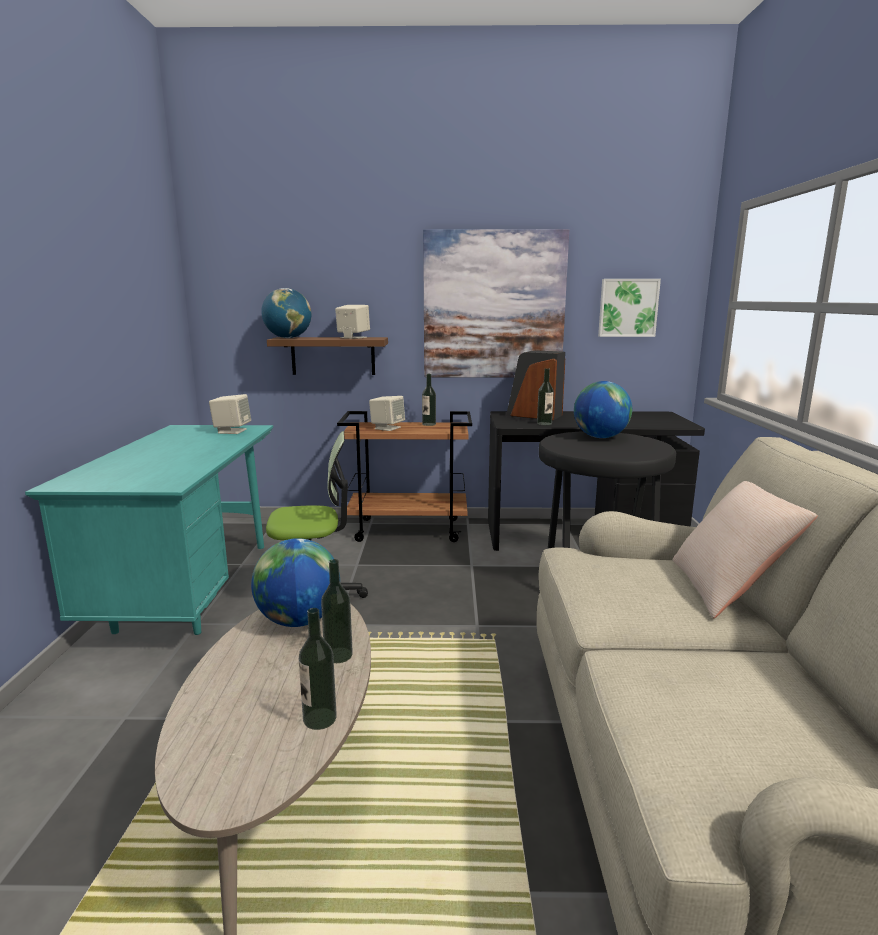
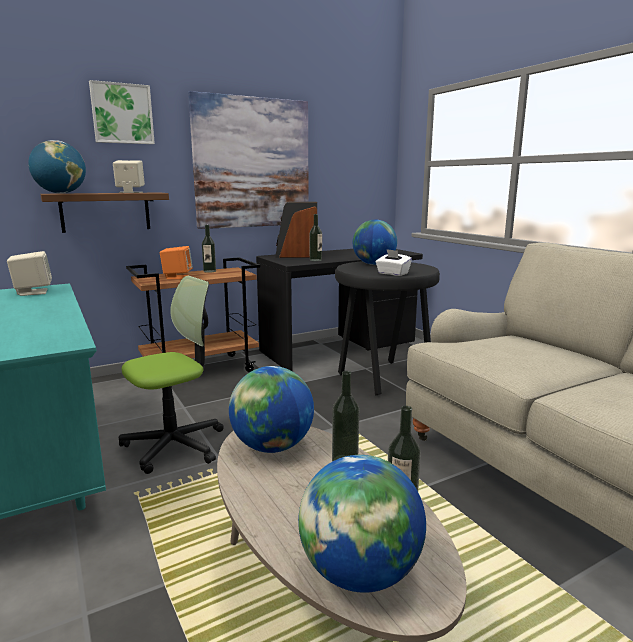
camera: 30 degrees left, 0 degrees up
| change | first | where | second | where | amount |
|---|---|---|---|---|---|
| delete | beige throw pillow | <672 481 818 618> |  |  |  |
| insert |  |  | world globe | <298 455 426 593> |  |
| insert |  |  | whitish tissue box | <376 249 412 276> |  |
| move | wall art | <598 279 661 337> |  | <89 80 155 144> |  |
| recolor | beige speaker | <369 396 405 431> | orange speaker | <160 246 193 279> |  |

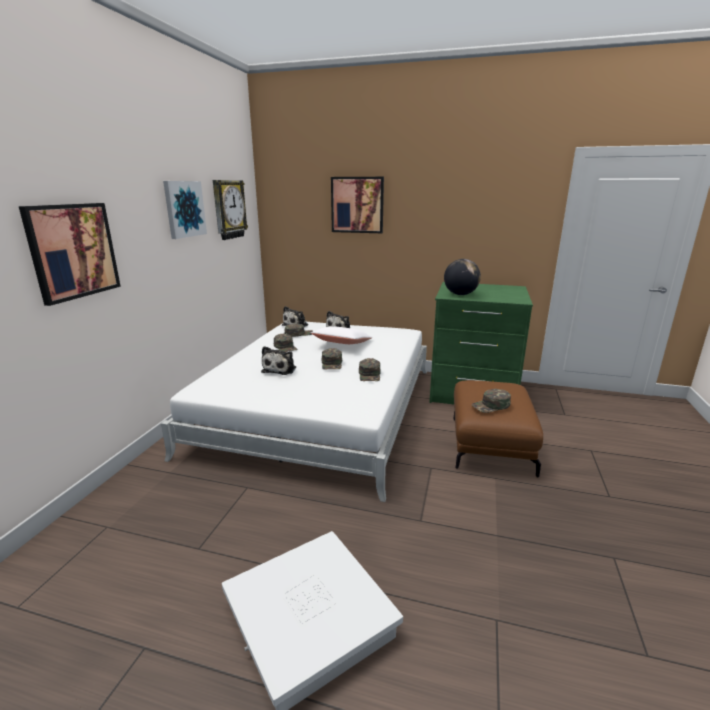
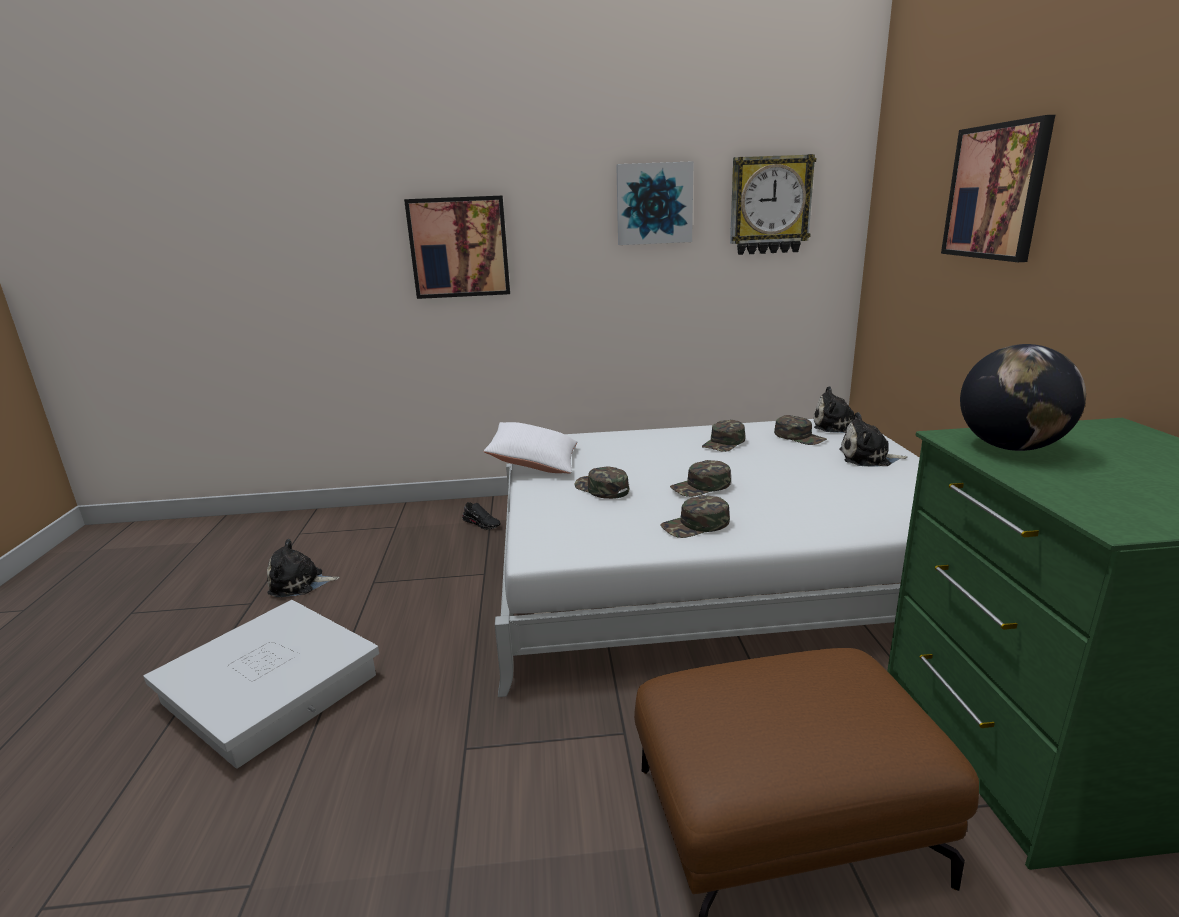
camera: 70 degrees right, 0 degrees up
| change | first | where | second | where | amount |
|---|---|---|---|---|---|
| insert |  |  | blackish low shoe | <462 502 500 530> |  |
| move | soft toy | <261 346 296 375> |  | <267 539 339 597> |  |
| move | whitish throw pillow | <311 327 372 344> |  | <484 422 577 473> |  |
| move | greenish cap | <471 389 511 413> |  | <574 466 629 499> |  |

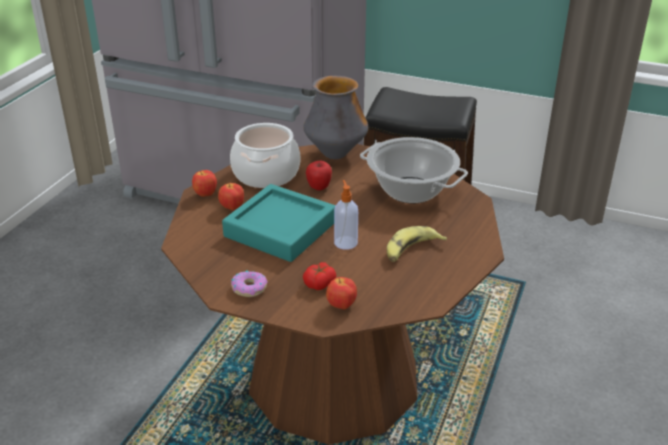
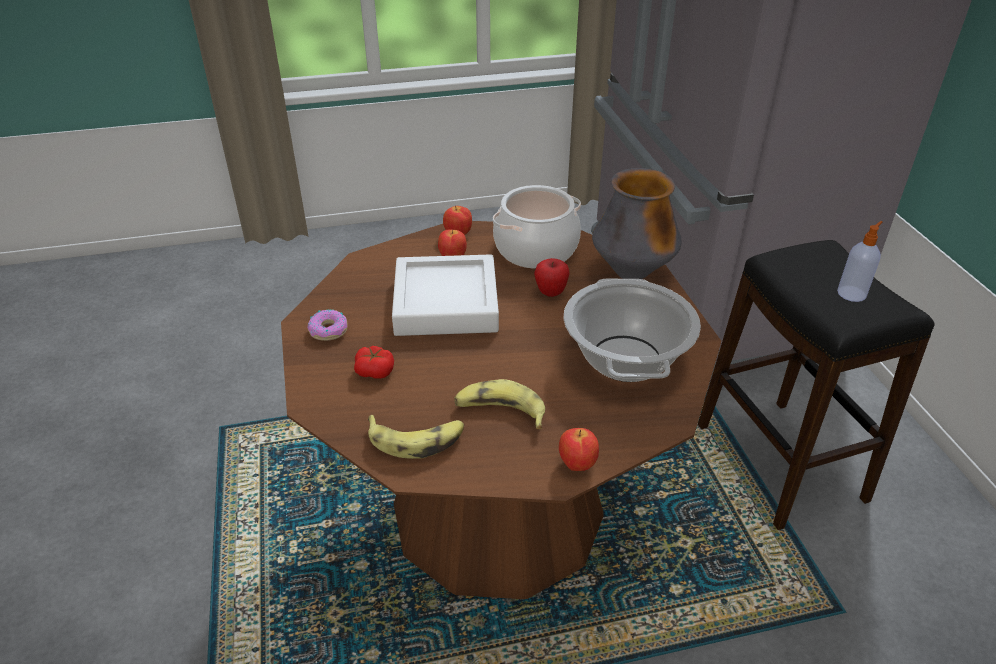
camera: 55 degrees right, 5 degrees up
| change | first | where | second | where | amount |
|---|---|---|---|---|---|
| insert |  |  | banana fruit | <368 415 464 459> |  |
| move | apple fruit | <326 277 357 310> |  | <559 428 599 471> |  |
| move | soap bottle | <334 180 358 250> |  | <837 221 883 302> |  |
| recolor | turquoise serving tray | <222 184 335 262> | whitish serving tray | <392 254 499 336> |  |

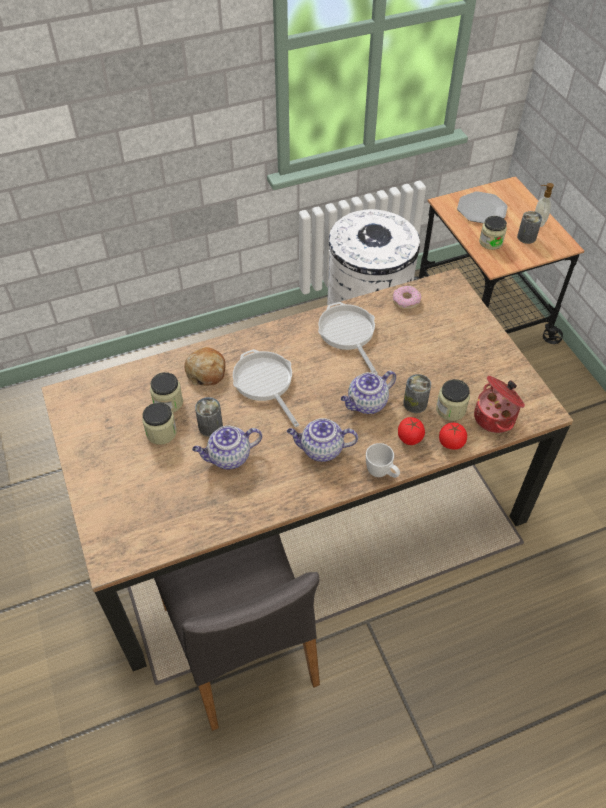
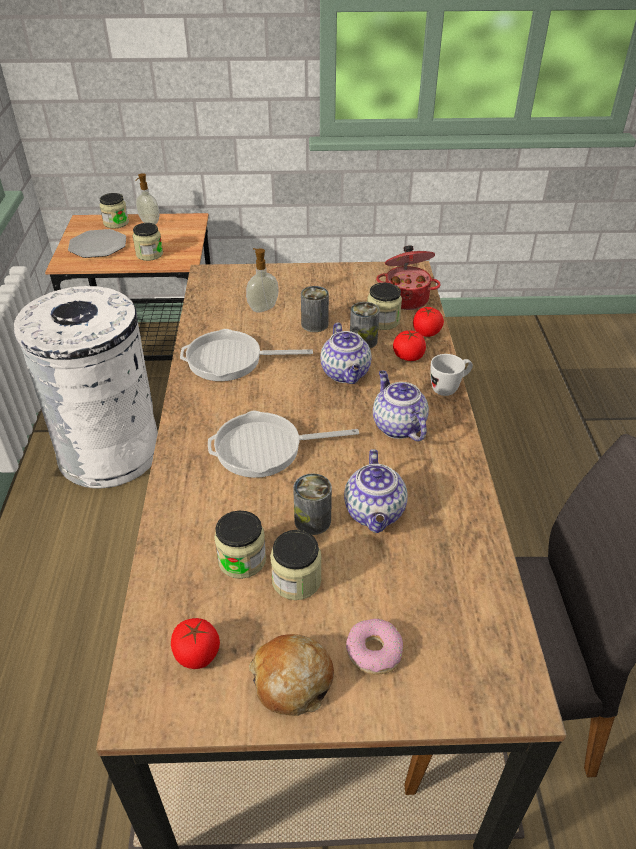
camera: 70 degrees left, 10 degrees down
| change | first | where | second | where | amount |
|---|---|---|---|---|---|
| insert |  |  | preserve jar | <100 193 129 229> |  |
| insert |  |  | fresh tomato | <171 618 220 669> |  |
| insert |  |  | soap bottle | <246 248 279 312> |  |
| move | bakery bread | <185 347 225 386> |  | <249 634 334 716> |  |
| move | doughnut | <393 286 422 310> |  | <346 619 403 675> |  |
| move | can | <517 211 542 244> |  | <301 286 329 332> |  |
| rotate | pot for tea | <287 418 358 462> |  | <373 371 429 442> | 135 degrees clockwise |

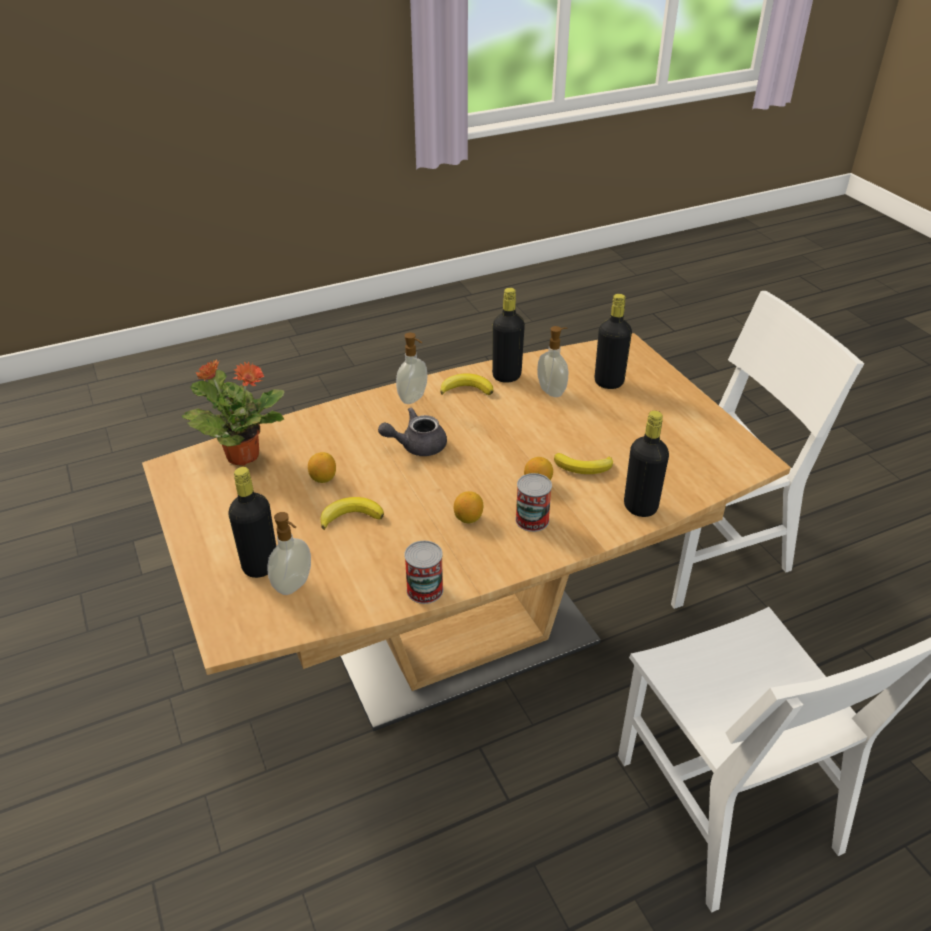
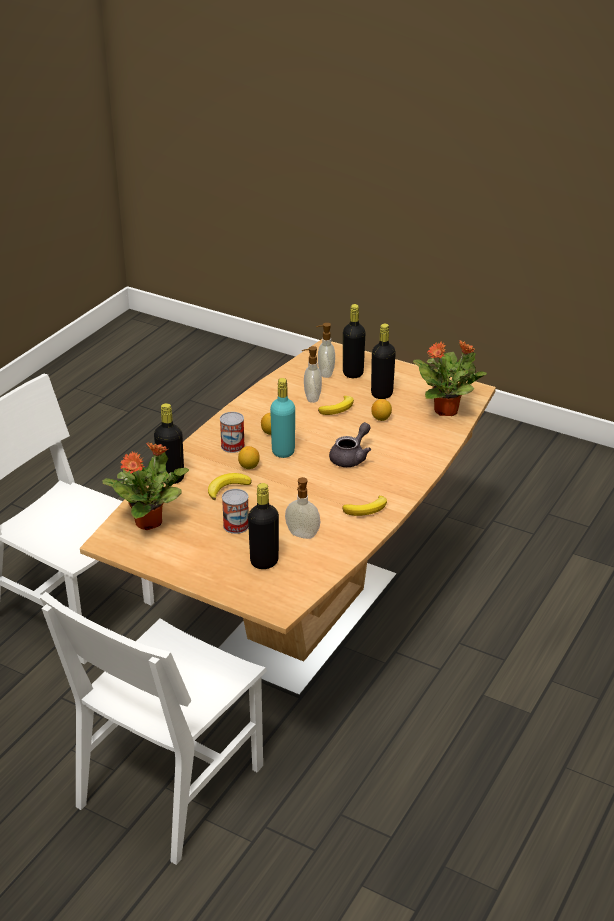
camera: 145 degrees right, 5 degrees down
| change | first | where | second | where | amount |
|---|---|---|---|---|---|
| insert |  |  | houseplant | <102 442 189 530> |  |
| insert |  |  | turquoise beverage bottle | <270 378 295 458> |  |
| move | soap bottle | <396 333 427 404> |  | <302 346 322 403> |  |
| move | can | <404 541 443 604> |  | <222 489 249 534> |  |
| move | blackish beverage bottle | <492 288 525 383> |  | <371 323 396 399> |  |

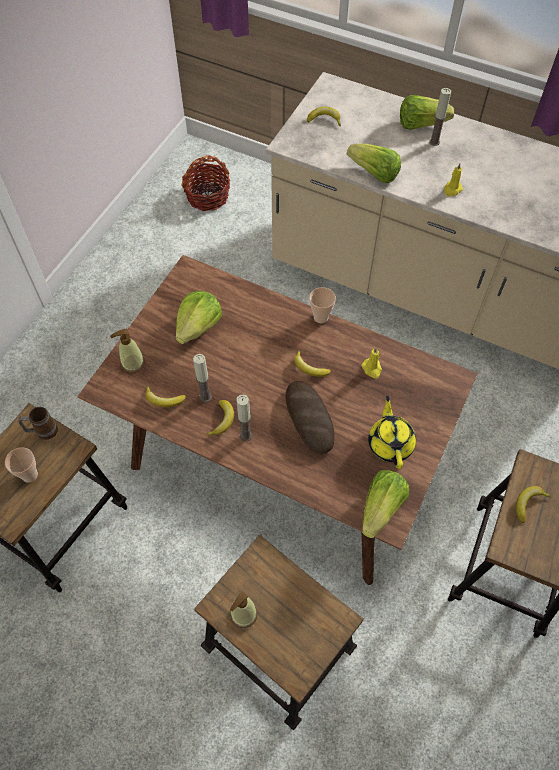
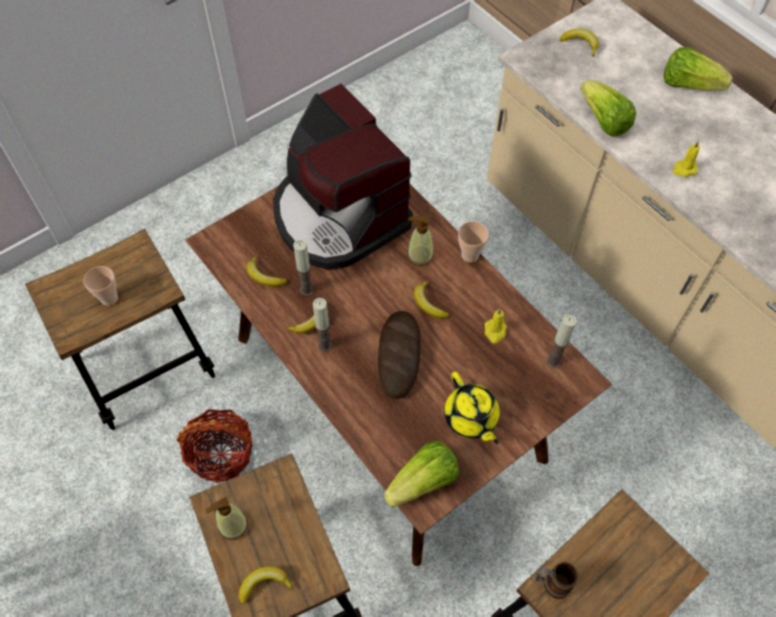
camera: 25 degrees right, 0 degrees up
| change | first | where | second | where | amount |
|---|---|---|---|---|---|
| move | mug | <18 407 58 440> |  | <535 562 578 599> |  |
| move | soap bottle | <110 329 145 373> |  | <407 216 434 266> |  |
| move | household basket | <181 155 230 211> |  | <176 409 253 483> |  |
| move | wax candle | <429 88 451 146> |  | <547 314 576 368> |  |
| move | banana fruit | <516 486 551 523> |  | <239 566 294 604> |  |
| replace | lettuce head | <176 291 222 344> | coffee maker | <273 84 413 270> |  |
| rotate | yellowish pot for tea | <368 396 416 469> |  | <444 372 500 444> | 135 degrees clockwise |

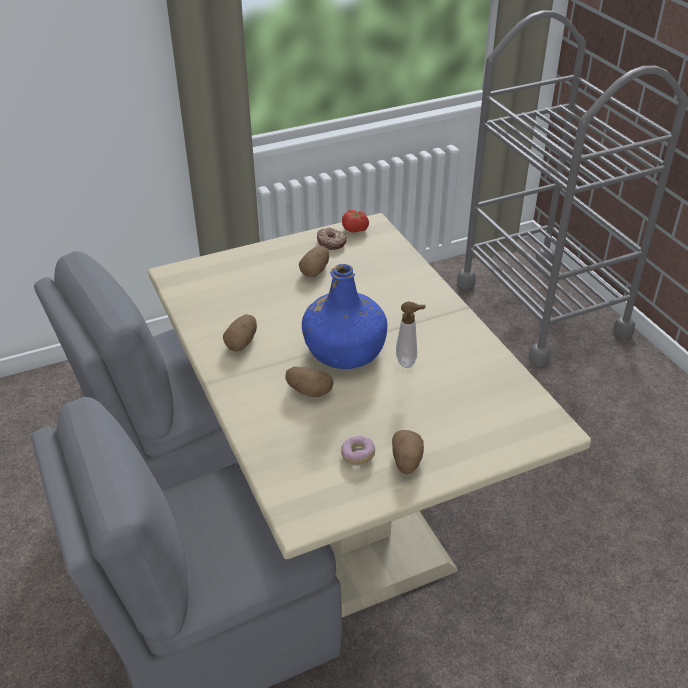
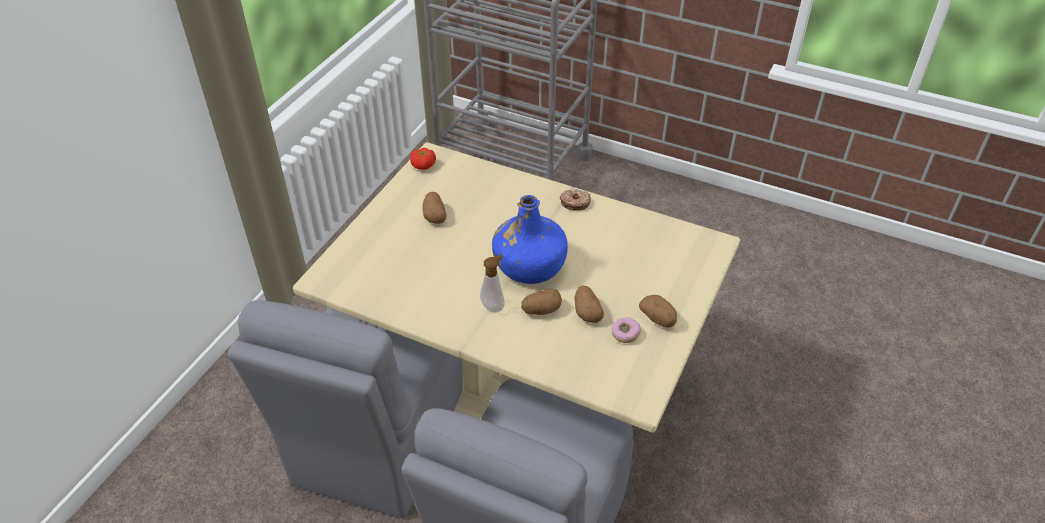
camera: 40 degrees left, 5 degrees up
| change | first | where | second | where | amount |
|---|---|---|---|---|---|
| move | potato | <223 314 257 352> |  | <574 285 604 323> |  |
| move | doughnut | <317 228 347 250> |  | <560 189 591 210> |  |
| move | soap bottle | <396 302 426 368> |  | <480 254 504 312> |  |

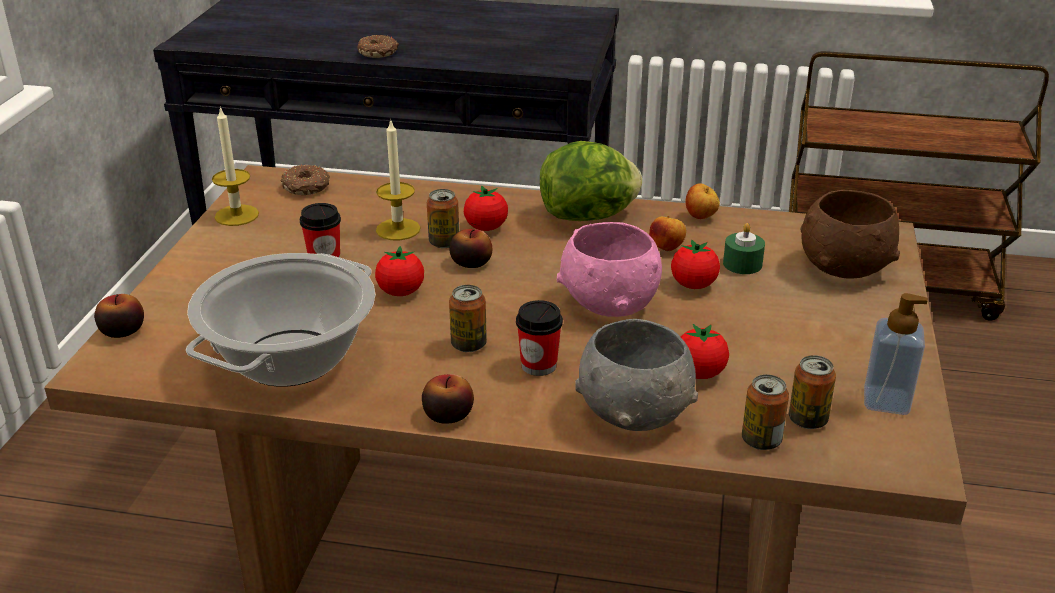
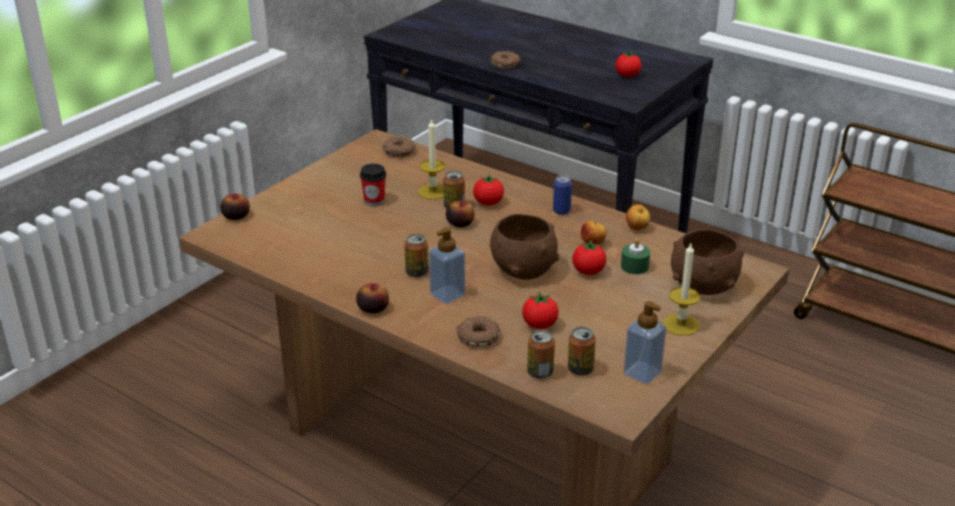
camera: 25 degrees right, 0 degrees up
| change | first | where | second | where | amount |
|---|---|---|---|---|---|
| delete | stockpot | <186 253 375 387> |  |  |  |
| move | wax candle | <212 106 259 226> |  | <663 243 701 336> |  |
| move | fresh tomato | <375 246 424 296> |  | <615 51 641 77> |  |
| replace | small cup | <516 300 563 376> | soap bottle | <429 227 465 304> |  |
| replace | lettuce head | <540 141 642 221> | can | <553 175 572 215> |  |
| replace | gray serving bowl | <575 319 698 431> | doughnut | <456 315 500 348> |  |
| recolor | pinkish serving bowl | <557 222 662 317> | brown-coloured serving bowl | <490 214 559 280> |  |

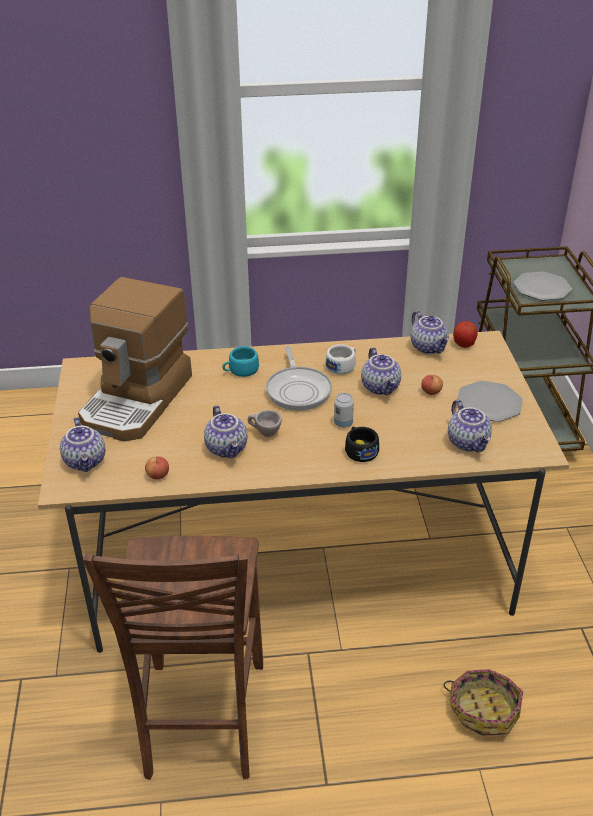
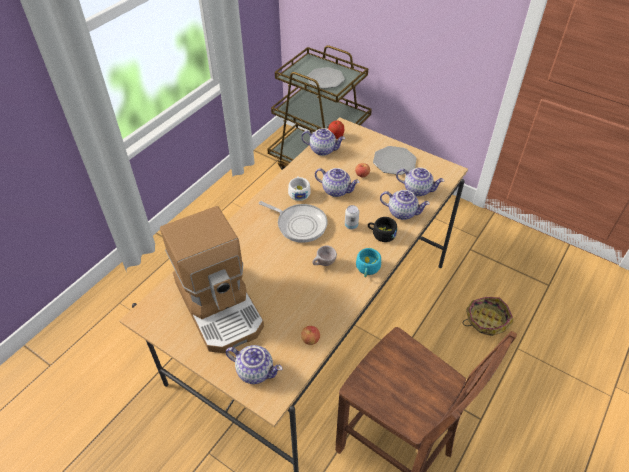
camera: 50 degrees left, 10 degrees up
| change | first | where | second | where | amount |
|---|---|---|---|---|---|
| move | pot for tea | <204 405 248 458> |  | <380 190 430 220> |  |
| move | turquoise small cup | <223 346 259 377> |  | <356 248 381 277> |  |

